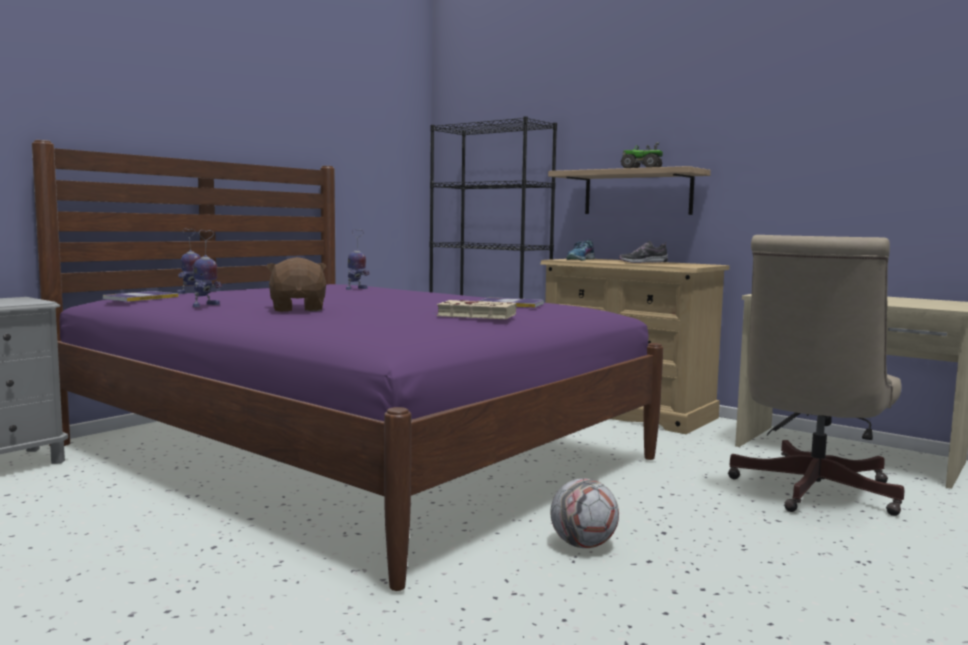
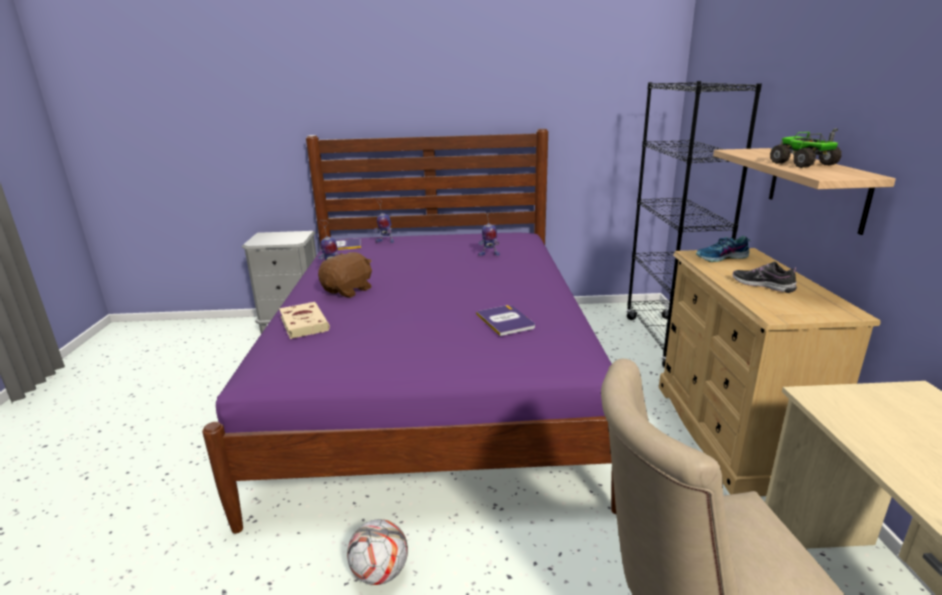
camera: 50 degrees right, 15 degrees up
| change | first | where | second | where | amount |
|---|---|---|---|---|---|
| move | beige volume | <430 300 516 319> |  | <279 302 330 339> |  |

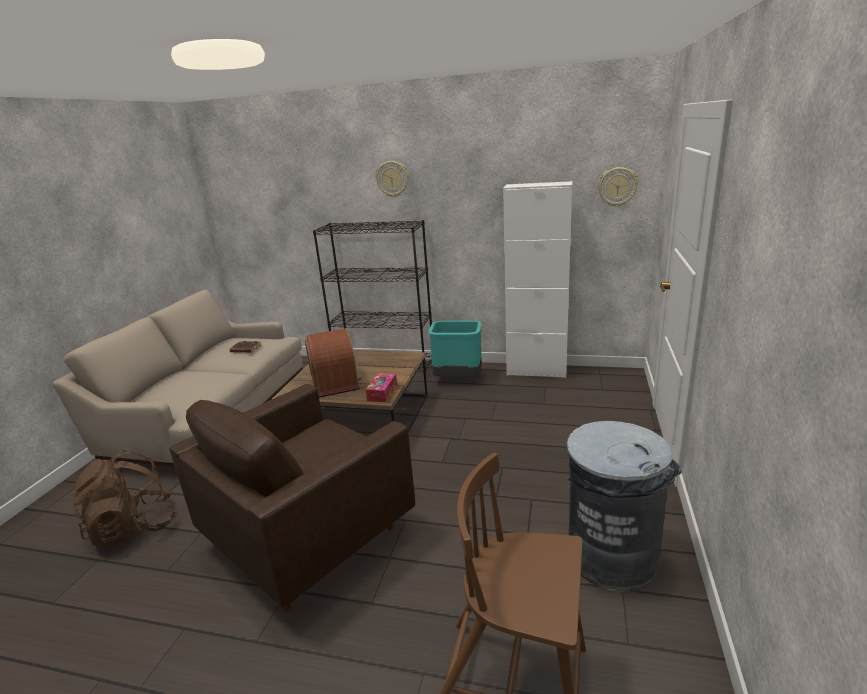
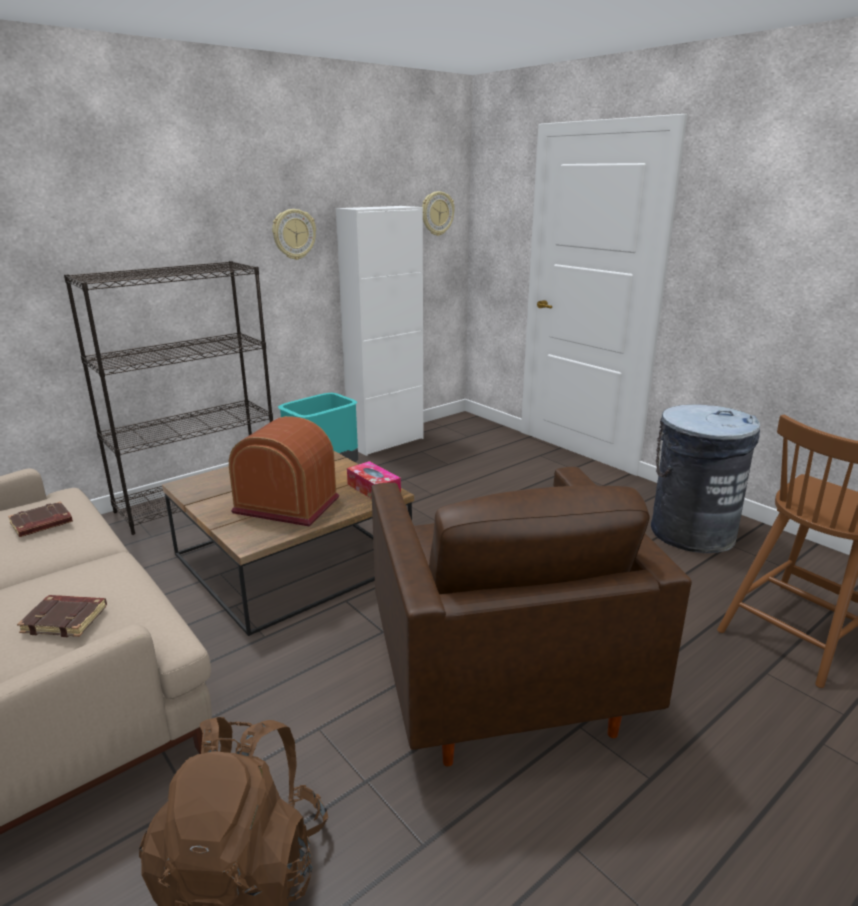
camera: 55 degrees left, 0 degrees up
| change | first | where | second | where | amount |
|---|---|---|---|---|---|
| insert |  |  | brown-coloured volume | <17 595 107 637> |  |
| move | clock on the wall | <375 161 409 197> |  | <272 209 316 260> |  |

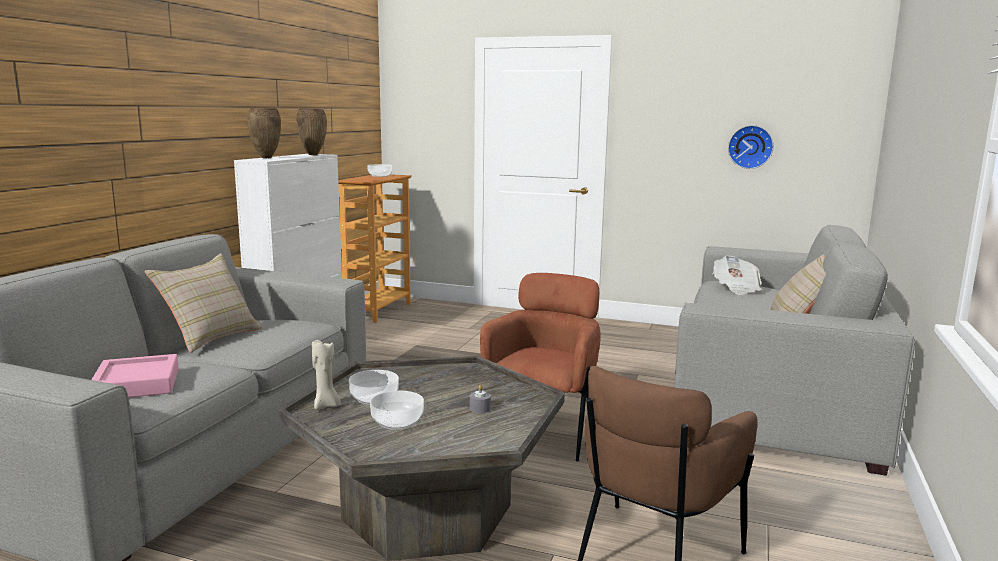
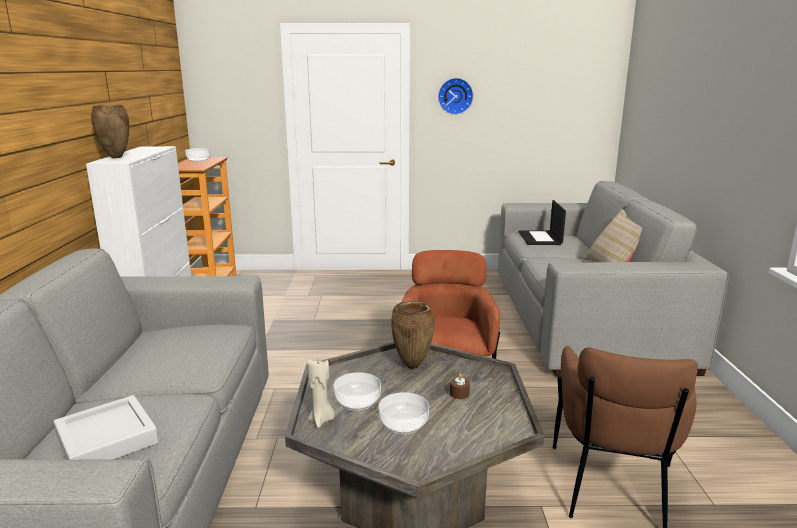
camera: 20 degrees left, 5 degrees up
| change | first | where | second | where | amount |
|---|---|---|---|---|---|
| delete | beige throw pillow | <144 253 263 353> |  |  |  |
| move | brown-coloured decorative vase | <296 108 327 155> |  | <391 301 434 369> |  |
| move | clock on the wall | <728 125 774 169> |  | <438 78 473 115> |  |
| replace | printed paper | <713 256 761 295> | portable computer | <519 200 566 245> |  |
| recolor | pinkish serving tray | <92 354 179 398> | gray serving tray | <54 395 159 460> |  |
| recolor | gray wax candle | <470 385 491 413> | brown-coloured wax candle | <450 373 470 399> |  |

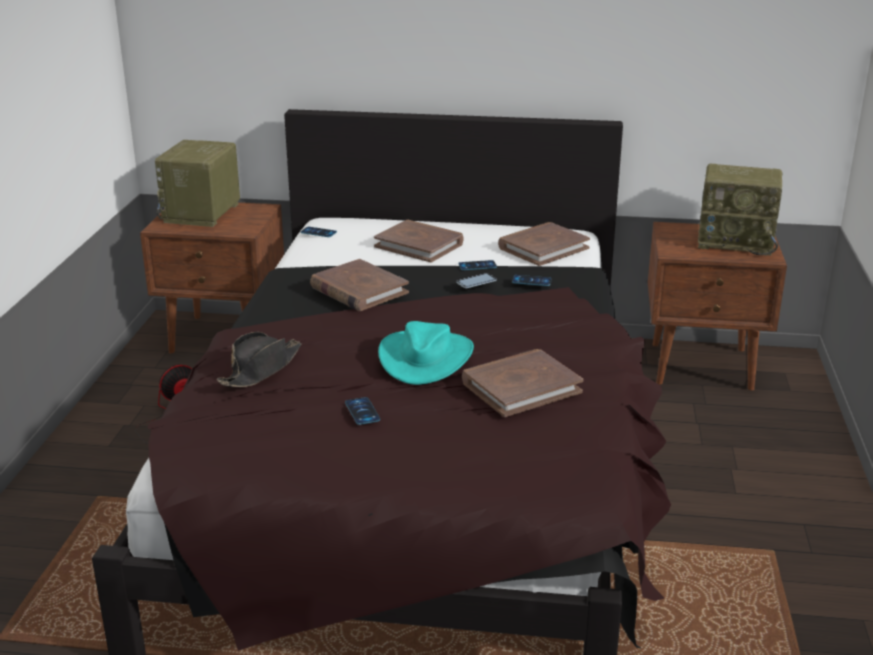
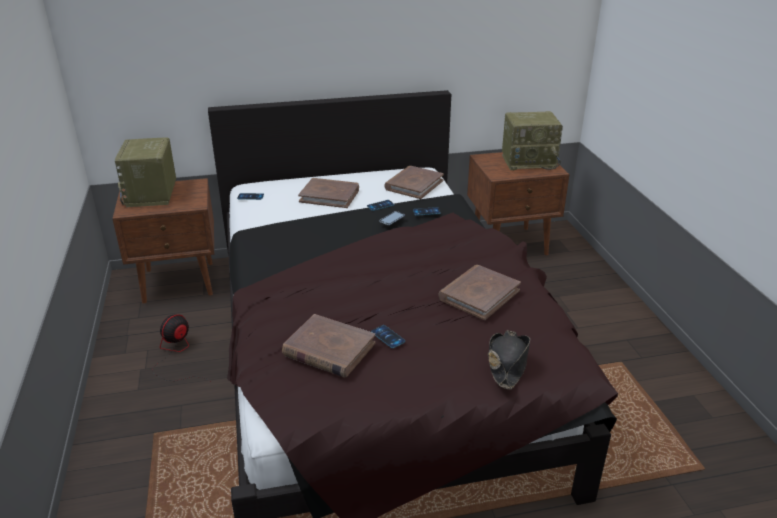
camera: 20 degrees left, 5 degrees up
| change | first | where | second | where | amount |
|---|---|---|---|---|---|
| delete | turquoise wearable hat | <378 321 474 385> |  |  |  |
| move | blackish wearable hat | <217 332 301 387> |  | <488 330 530 389> |  |
| move | brown-coloured volume | <310 259 409 311> |  | <282 314 375 378> |  |

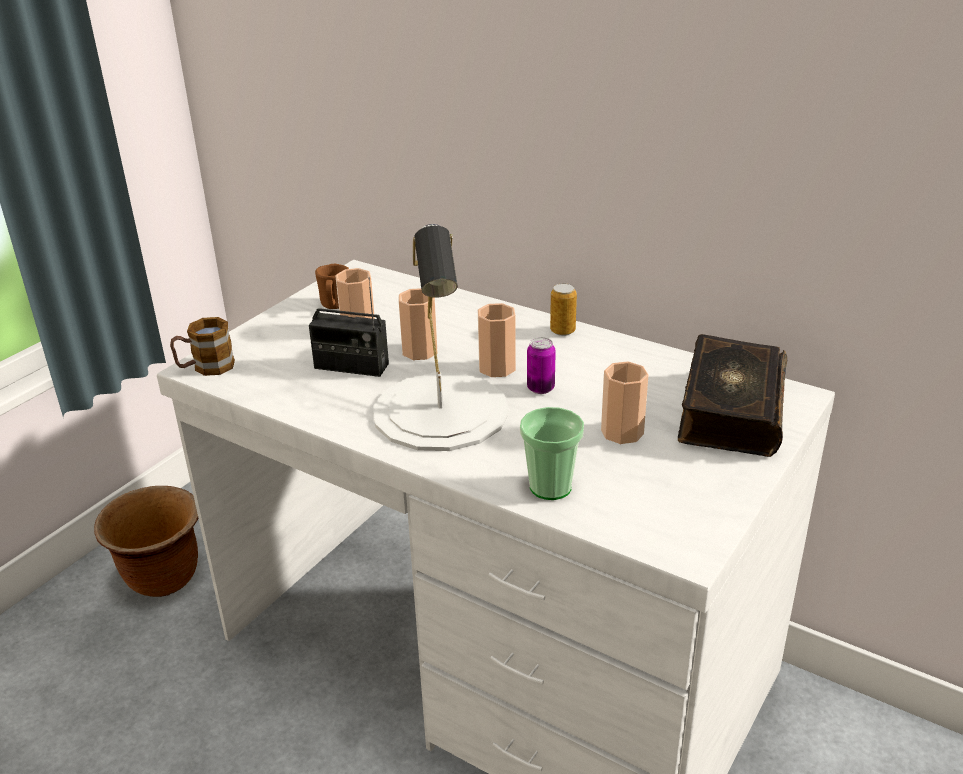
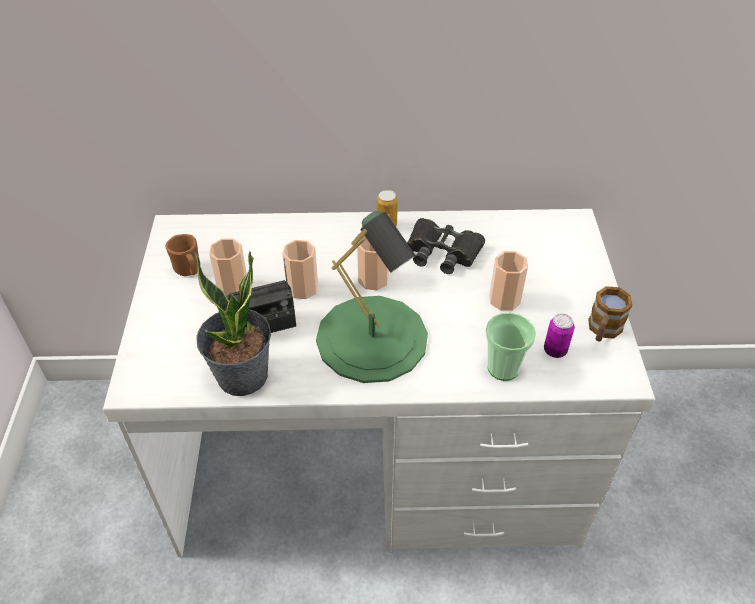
camera: 35 degrees left, 15 degrees up
| change | first | where | second | where | amount |
|---|---|---|---|---|---|
| delete | brown-coloured planter | <94 486 198 597> |  |  |  |
| delete | volume | <678 334 787 457> |  |  |  |
| insert |  |  | houseplant | <194 251 271 396> |  |
| insert |  |  | blackish binoculars | <407 218 485 274> |  |
| move | mug | <170 317 235 376> |  | <588 286 632 342> |  |
| move | can | <527 337 556 394> |  | <544 313 575 358> |  |
| recolor | whitish table lamp | <373 224 509 451> | greenish table lamp | <316 211 428 383> |  |

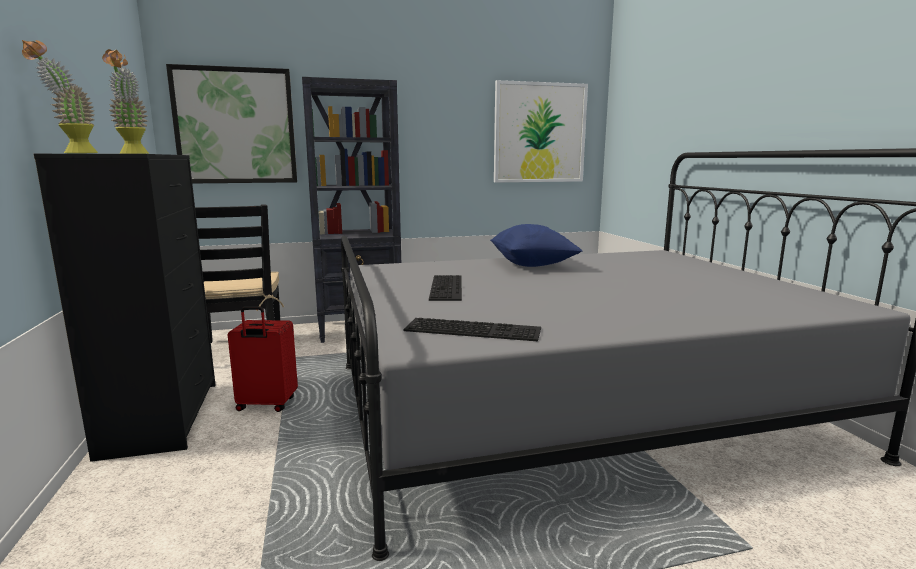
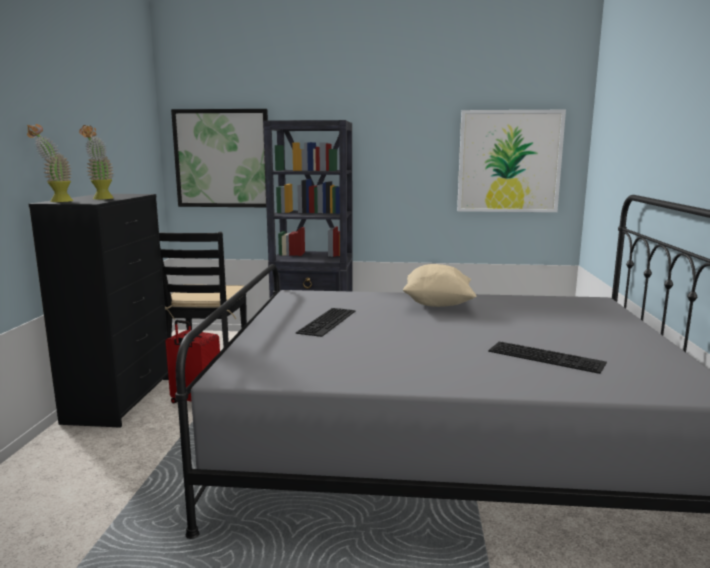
camera: 20 degrees right, 0 degrees up
| change | first | where | second | where | amount |
|---|---|---|---|---|---|
| move | computer keyboard | <403 318 541 341> |  | <488 342 607 374> |  |
| recolor | blue-coloured throw pillow | <490 224 582 267> | beige throw pillow | <403 264 477 307> |  |

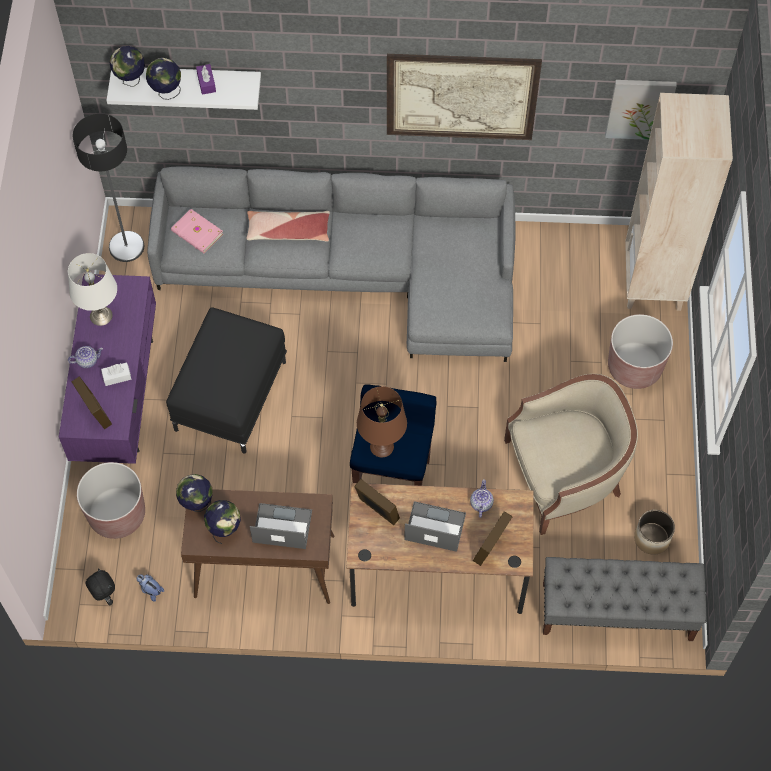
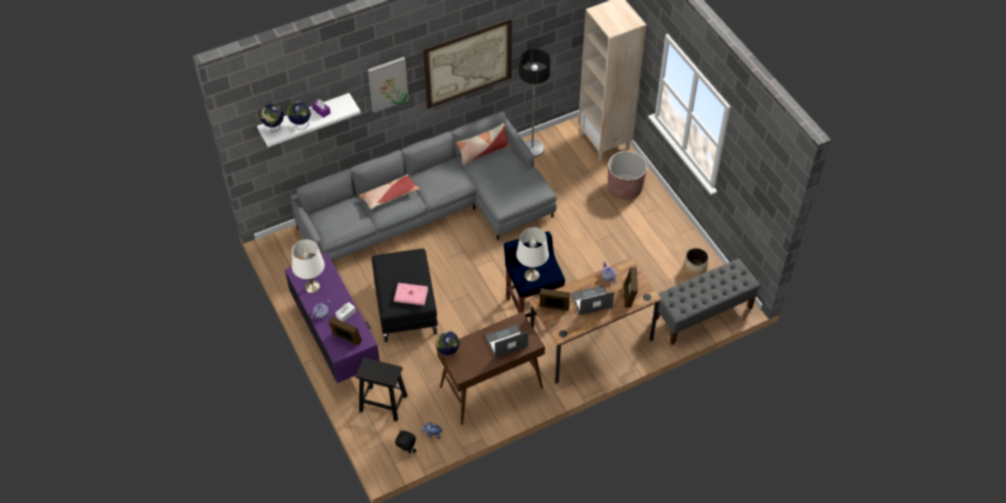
camera: 30 degrees left, 10 degrees down
| change | first | where | second | where | amount |
|---|---|---|---|---|---|
| delete | world globe | <204 500 241 544> |  |  |  |
| delete | beige easy chair | <504 374 638 535> |  |  |  |
| insert |  |  | throw pillow | <456 123 510 165> |  |
| move | standing lamp | <73 113 144 262> |  | <519 49 551 157> |  |
| move | pinkish volume | <171 209 223 253> |  | <394 283 428 305> |  |
| move | wall art | <605 80 677 140> |  | <368 57 409 113> |  |
| replace | brown-coloured planter | <77 462 145 539> | blackish stool | <356 357 408 422> |  |
| recolor | brown-coloured table lamp | <357 386 407 457> | whitish table lamp | <516 227 549 282> |  |

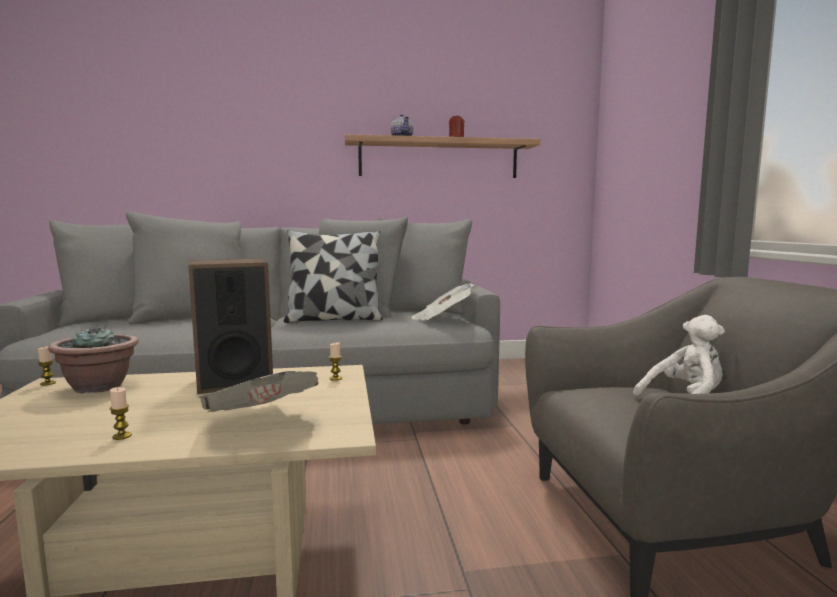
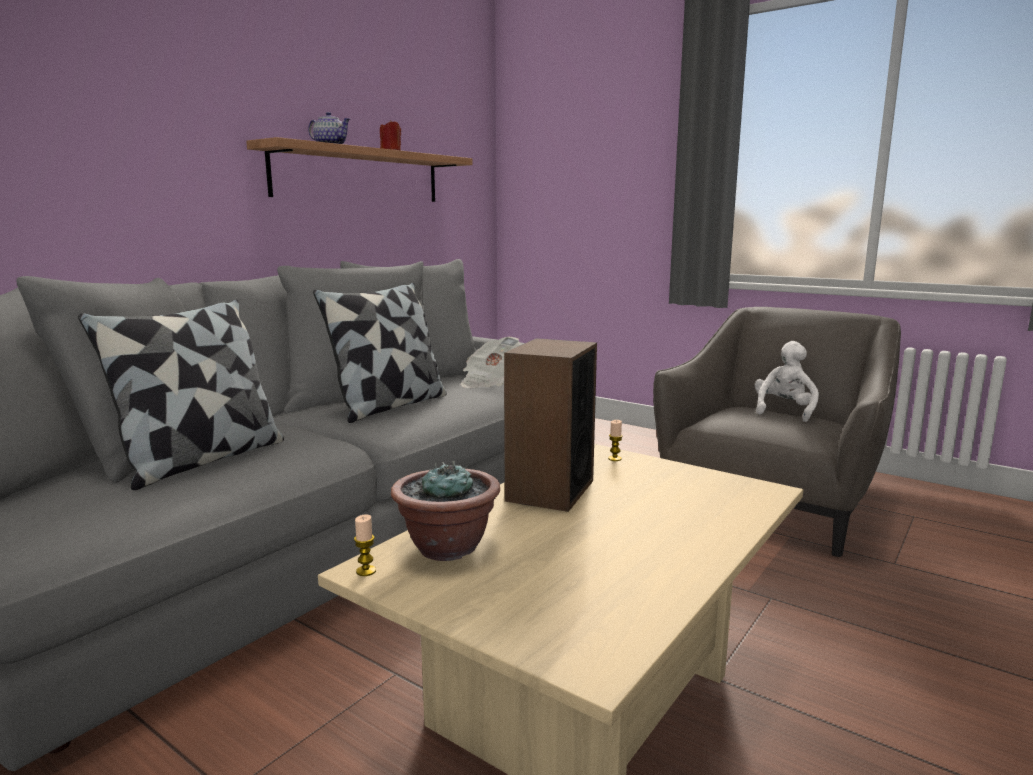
camera: 45 degrees left, 5 degrees up
| change | first | where | second | where | amount |
|---|---|---|---|---|---|
| delete | wax candle | <110 387 132 440> |  |  |  |
| delete | printed paper | <199 371 319 412> |  |  |  |
| insert |  |  | throw pillow | <78 299 284 490> |  |

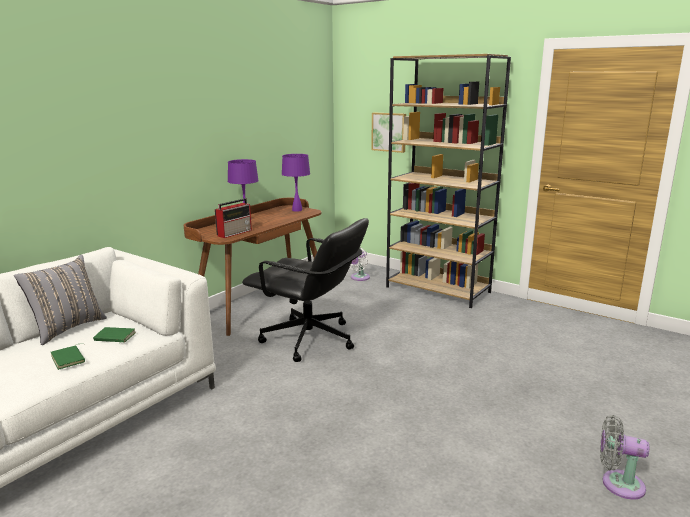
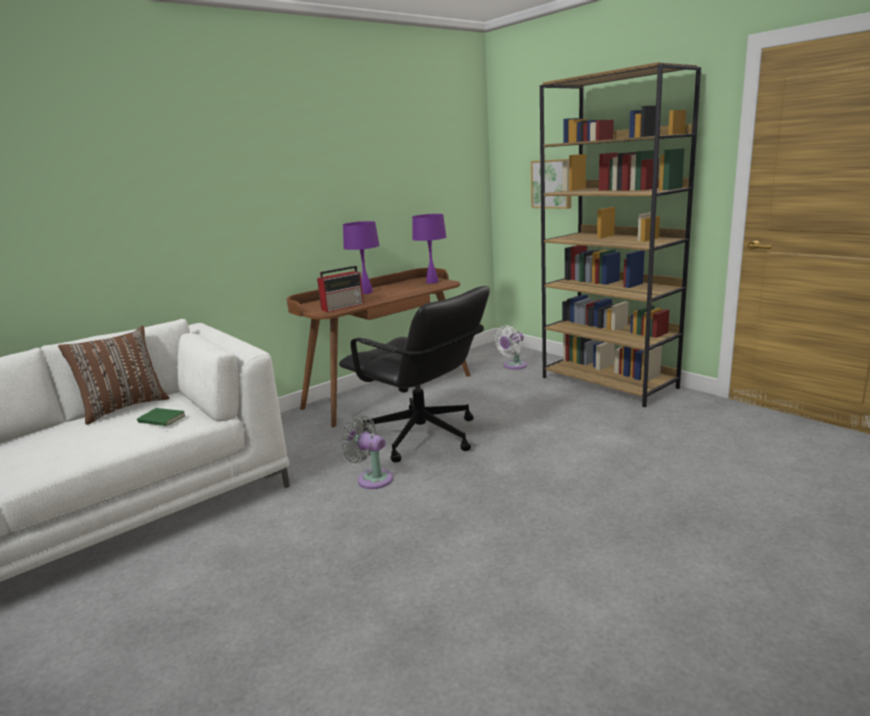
camera: 15 degrees right, 0 degrees up
| change | first | where | second | where | amount |
|---|---|---|---|---|---|
| delete | greenish volume | <51 345 85 370> |  |  |  |
| move | gray fan | <600 415 649 499> |  | <341 416 393 489> |  |
| recolor | gray throw pillow | <14 255 107 345> | brown-coloured throw pillow | <58 326 169 425> |  |

